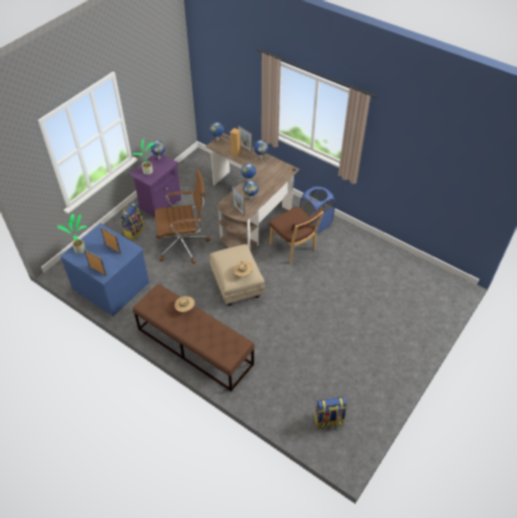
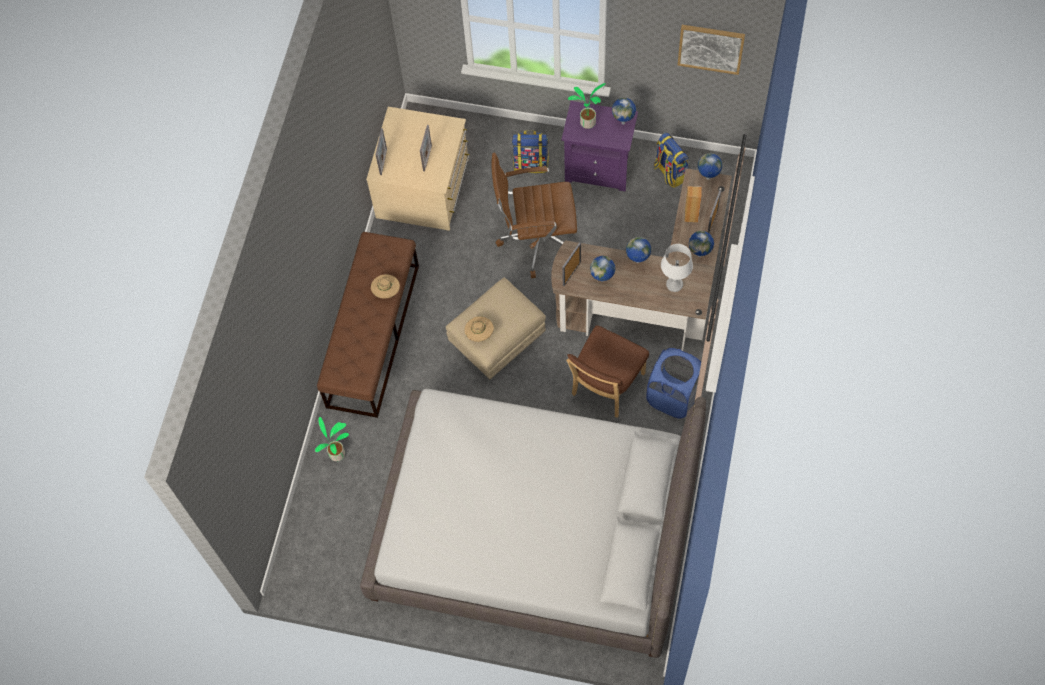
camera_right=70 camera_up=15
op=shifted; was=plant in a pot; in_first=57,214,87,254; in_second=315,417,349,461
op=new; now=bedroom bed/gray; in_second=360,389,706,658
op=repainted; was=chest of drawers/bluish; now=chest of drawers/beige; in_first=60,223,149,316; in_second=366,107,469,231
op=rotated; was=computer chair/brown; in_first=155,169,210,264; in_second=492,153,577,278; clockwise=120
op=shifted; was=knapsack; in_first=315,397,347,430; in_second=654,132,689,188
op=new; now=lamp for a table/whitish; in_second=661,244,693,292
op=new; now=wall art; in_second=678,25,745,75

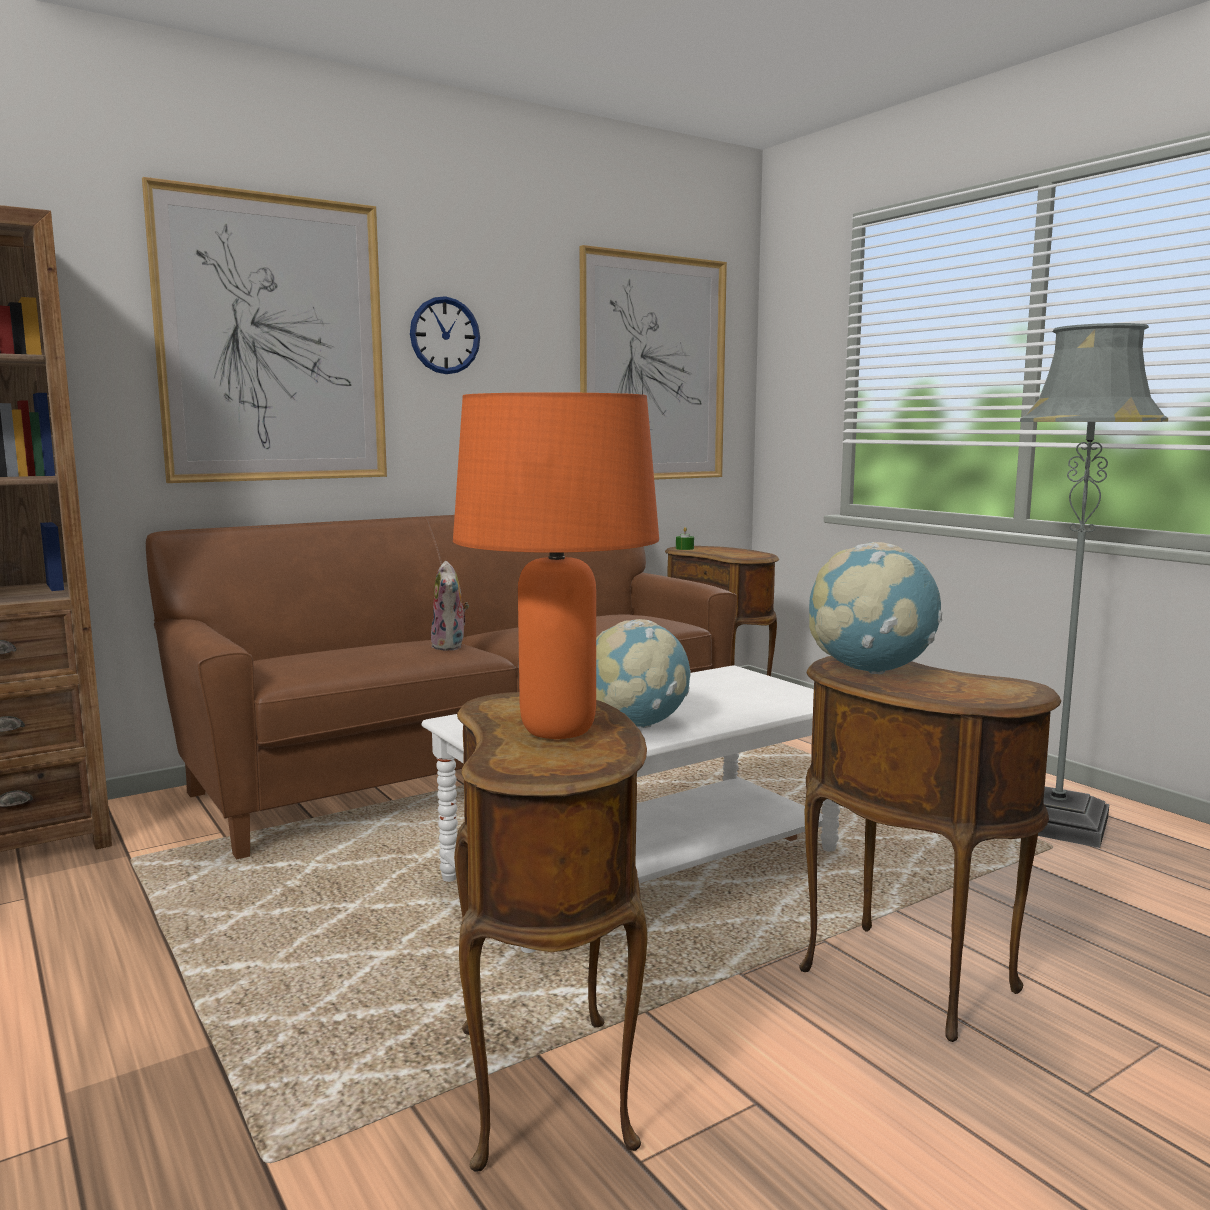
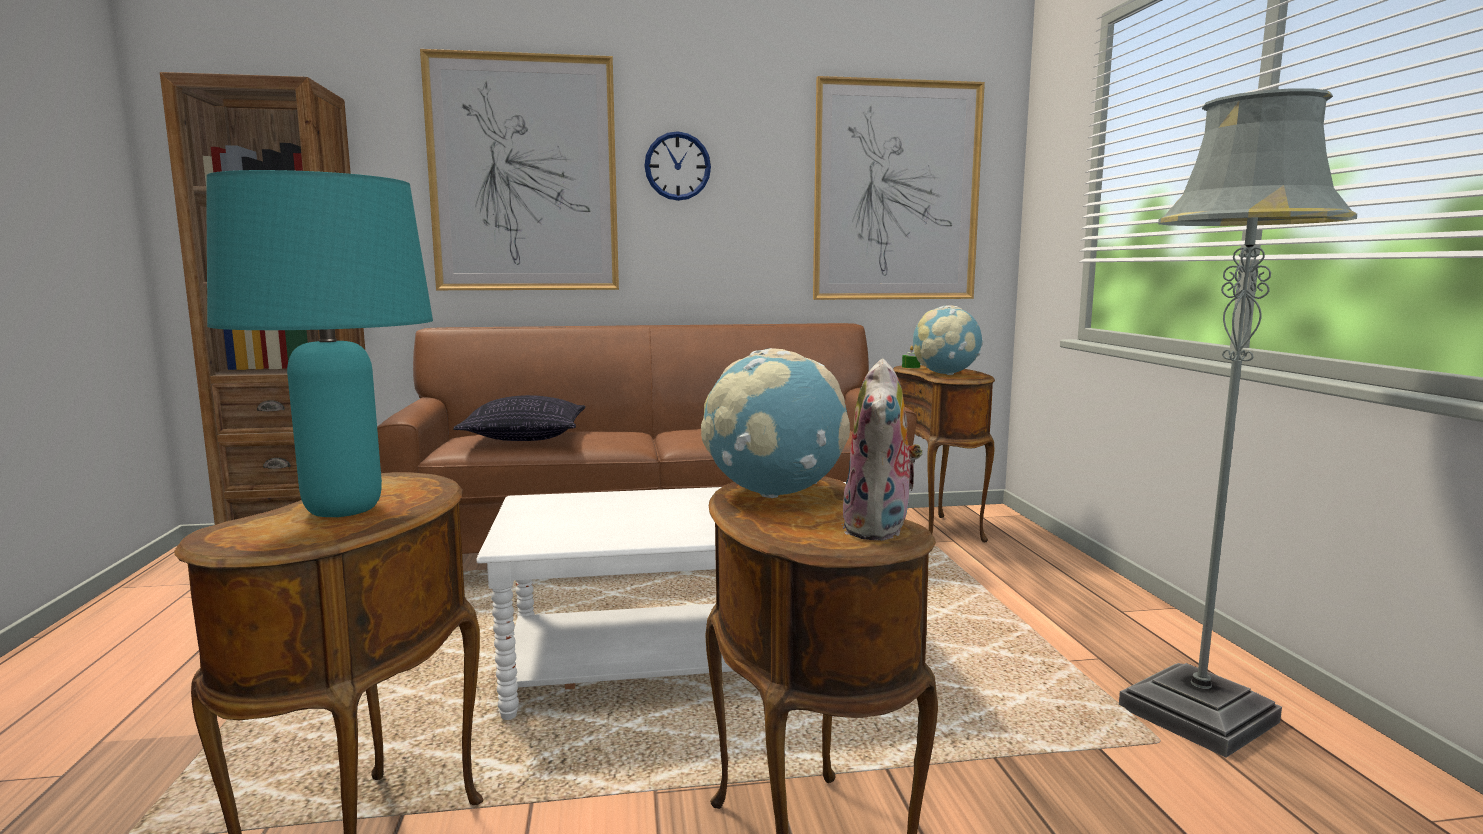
camera_right=25 camera_up=0
op=repainted; was=lamp for a table/orange; now=lamp for a table/turquoise; in_first=453,392,659,739; in_second=206,170,433,517
op=new; now=pillow; in_second=453,395,586,441
op=shifted; was=plush toy; in_first=431,561,469,651; in_second=842,359,923,541
op=shifted; was=desk globe; in_first=596,619,691,728; in_second=913,305,983,375

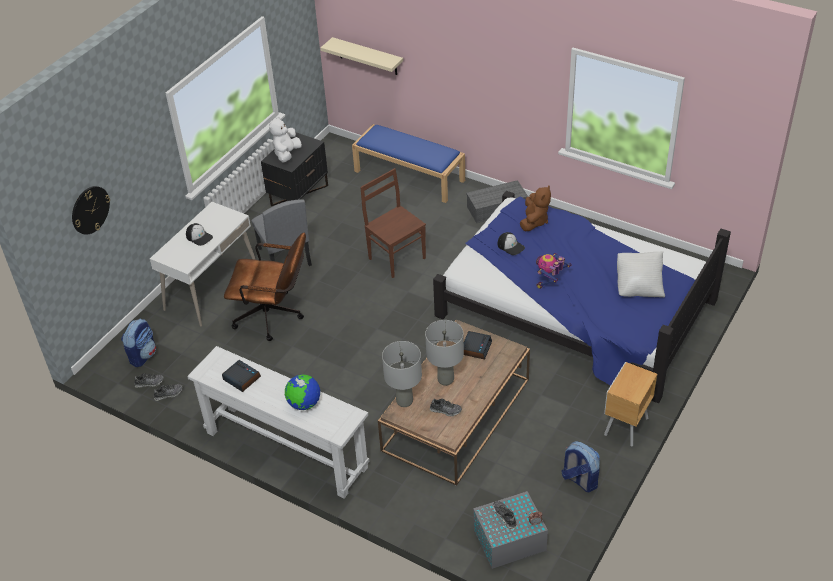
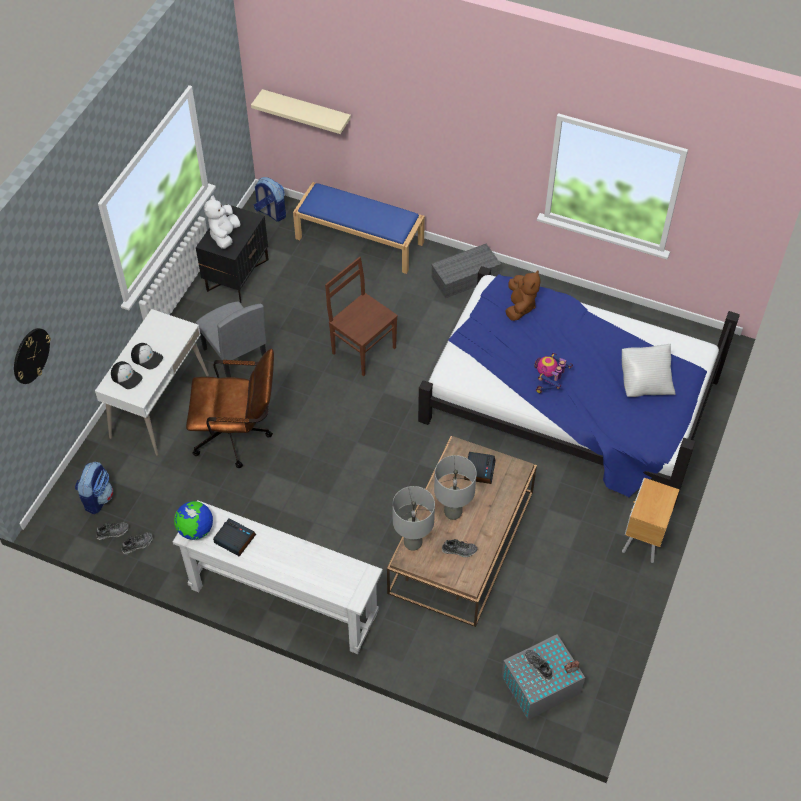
camera_right=-10 camera_up=10
op=shifted; was=cap; in_first=497,232,525,255; in_second=111,361,143,389
op=shifted; was=desk globe; in_first=285,375,320,410; in_second=174,501,213,540
op=shifted; was=knapsack; in_first=561,441,600,492; in_second=254,177,286,221

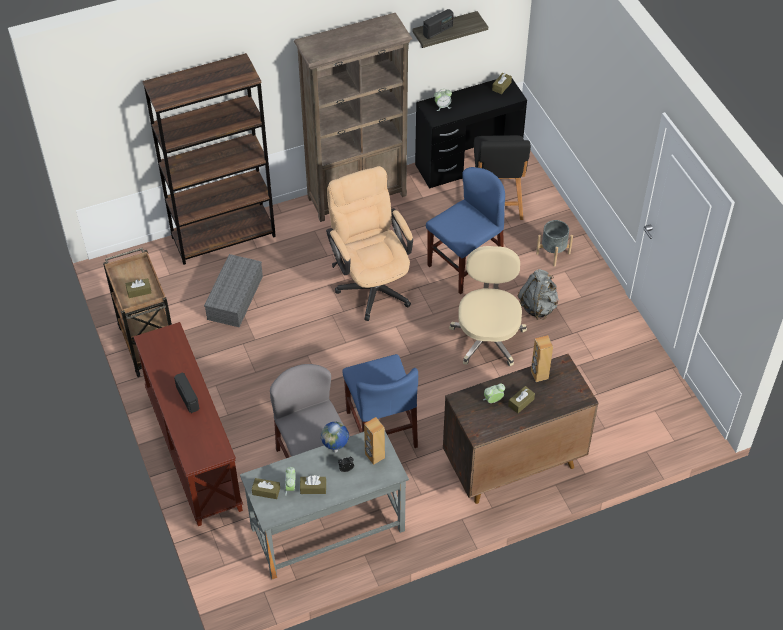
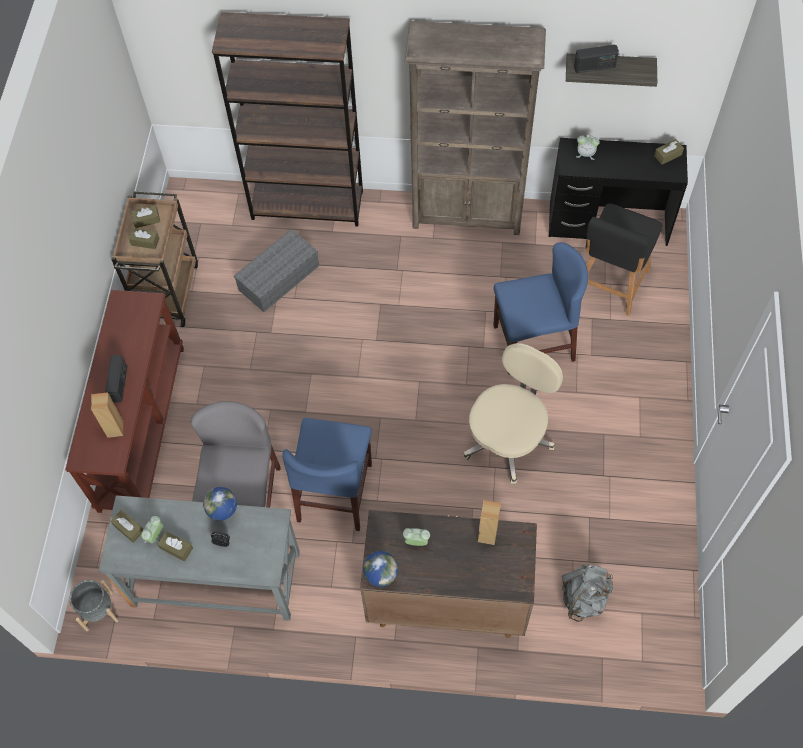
camera_right=30 camera_up=10
op=shifted; was=planter/gray; in_first=536,220,573,267; in_second=69,580,119,631
op=shifted; was=audio speaker/brown; in_first=364,417,385,465; in_second=91,392,123,438
op=shifted; was=box of tissues/brown; in_first=508,386,535,413; in_second=131,205,160,228
op=new; now=desk globe; in_second=363,551,398,587
op=shifted; was=knapsack/gray; in_first=518,269,559,320; in_second=562,565,613,622
op=gone; was=computer chair/beige; in_first=326,166,413,321

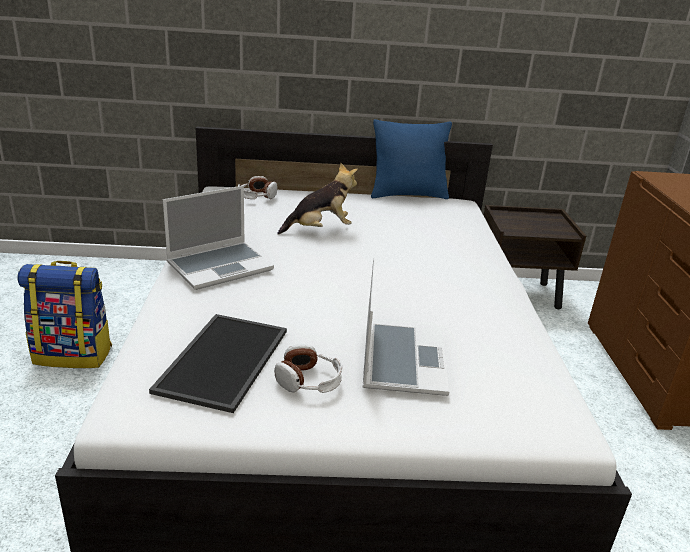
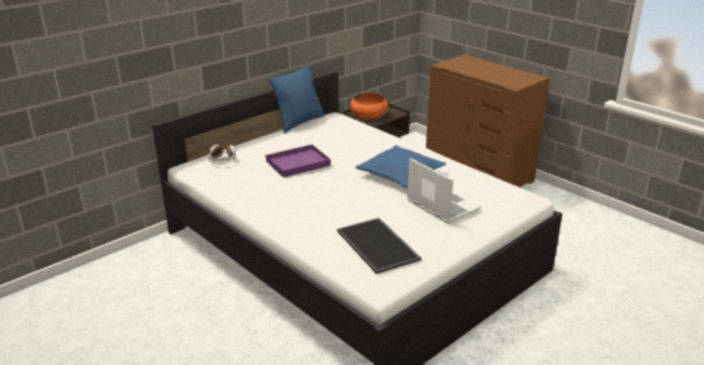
camera_right=-40 camera_up=0
op=swapped; was=plush toy; now=serving tray/purple; in_first=277,163,358,235; in_second=265,144,331,178
op=new; now=bowl/orange; in_second=350,93,388,119
op=new; now=pillow/bluish; in_second=355,145,446,188
op=gone; was=knapsack; in_first=17,261,112,368
op=gone; was=notebook computer; in_first=163,186,274,290
op=gone; was=headphones; in_first=274,344,342,393

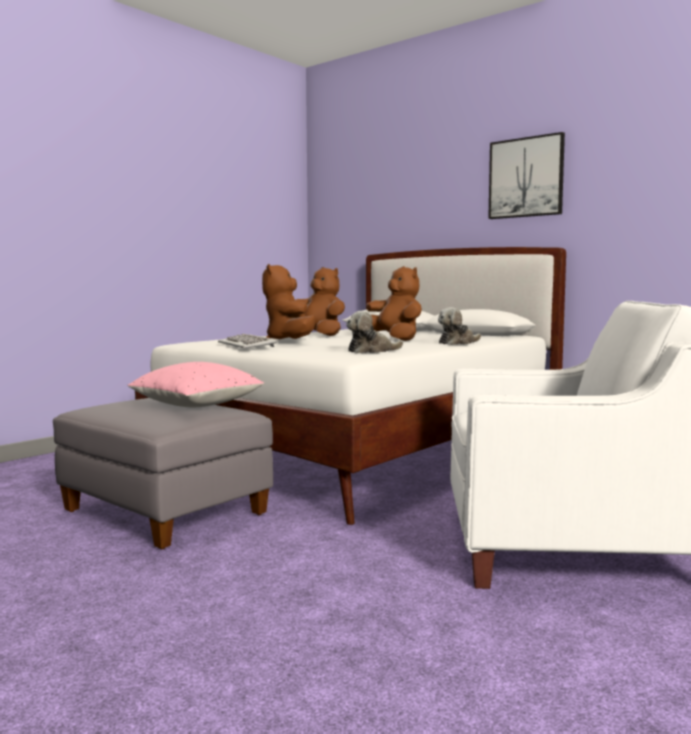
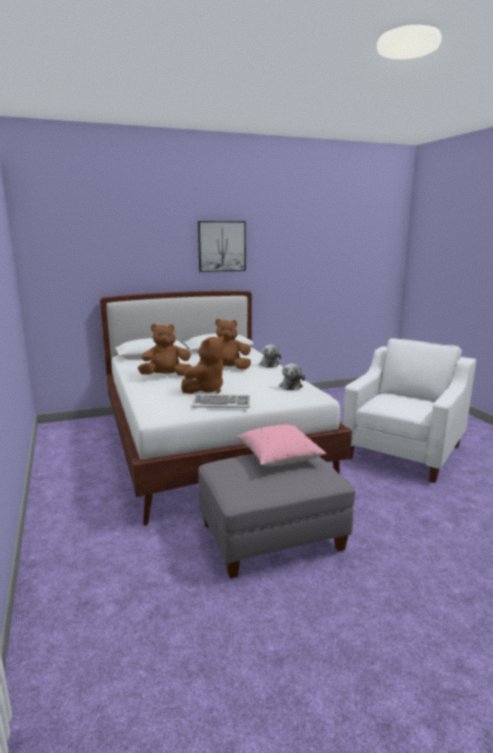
camera_right=-60 camera_up=10
op=rotated; was=plush toy/brown; in_first=262,263,316,339; in_second=181,336,224,394; clockwise=-75

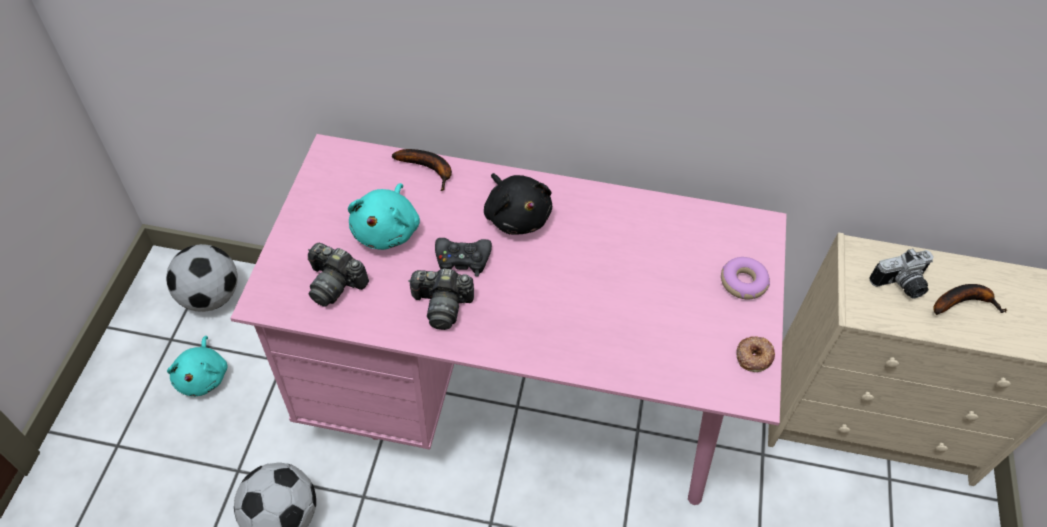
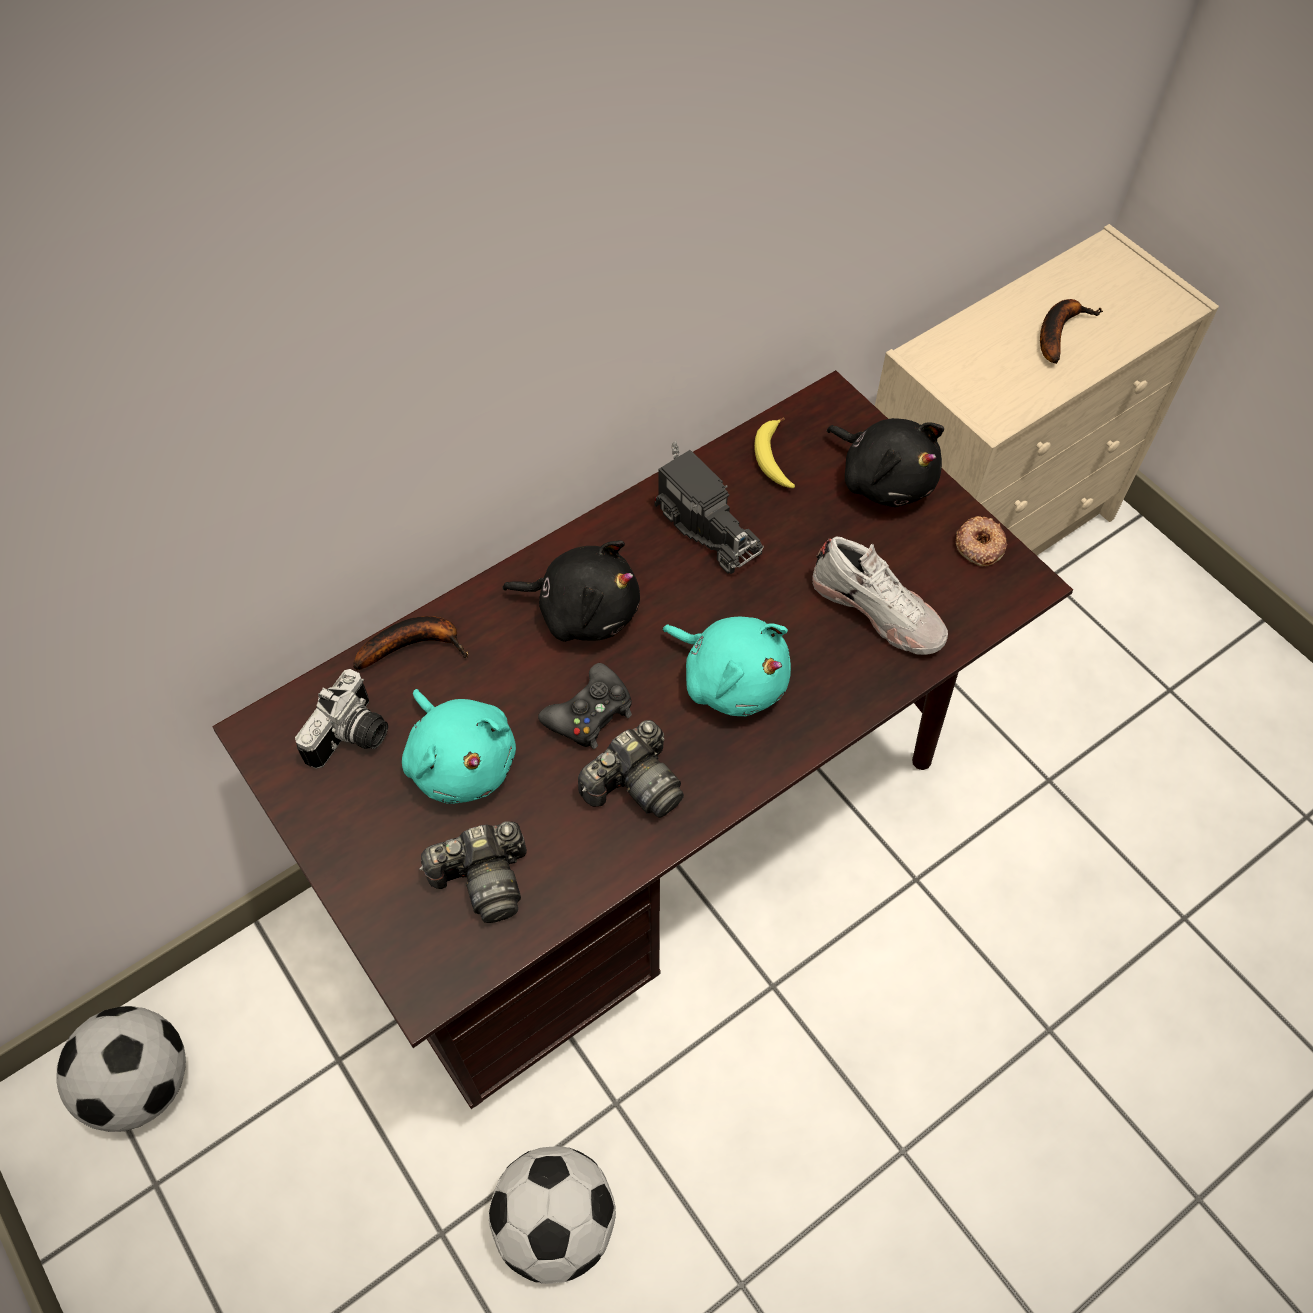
camera_right=-45 camera_up=5
op=repainted; was=desk table/pinkish; now=desk table/brown; in_first=230,134,787,505; in_second=212,370,1073,1109
op=shifted; was=photo camera; in_first=869,248,933,299; in_second=295,669,388,769
op=new; now=model truck; in_second=655,441,763,574
op=shifted; was=plush toy/turquoise; in_first=167,336,228,397; in_second=662,617,791,716
op=new; now=banana fruit; in_second=754,418,795,488
op=new; now=low shoe/whitish; in_second=812,536,948,655
op=swapped; was=ring doughnut; now=plush toy/black; in_first=721,257,770,300; in_second=827,418,944,507

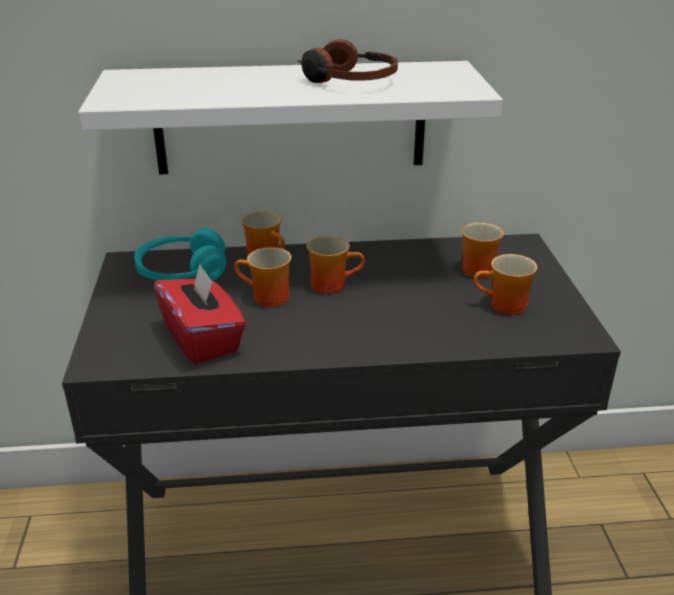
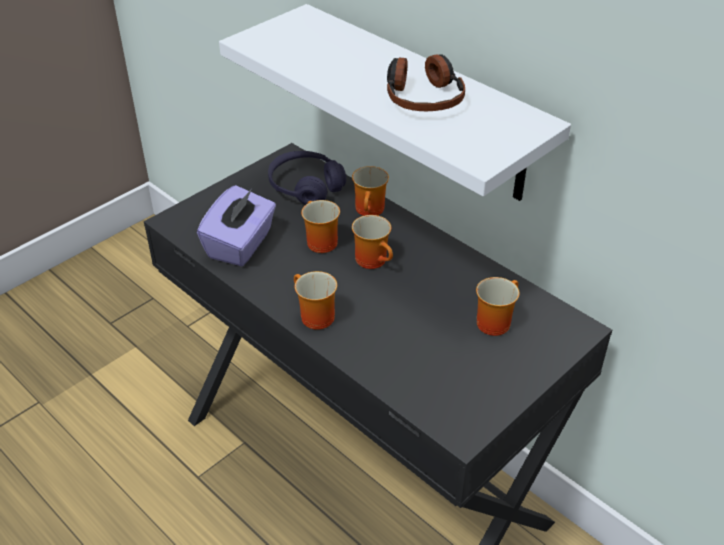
camera_right=50 camera_up=10
op=repainted; was=box of tissues/red; now=box of tissues/purple; in_first=154,264,246,365; in_second=197,185,276,266
op=repainted; was=headphones/turquoise; now=headphones/purple; in_first=134,228,226,281; in_second=268,151,346,205
op=shifted; was=tea mug; in_first=474,254,537,315; in_second=294,271,337,330

